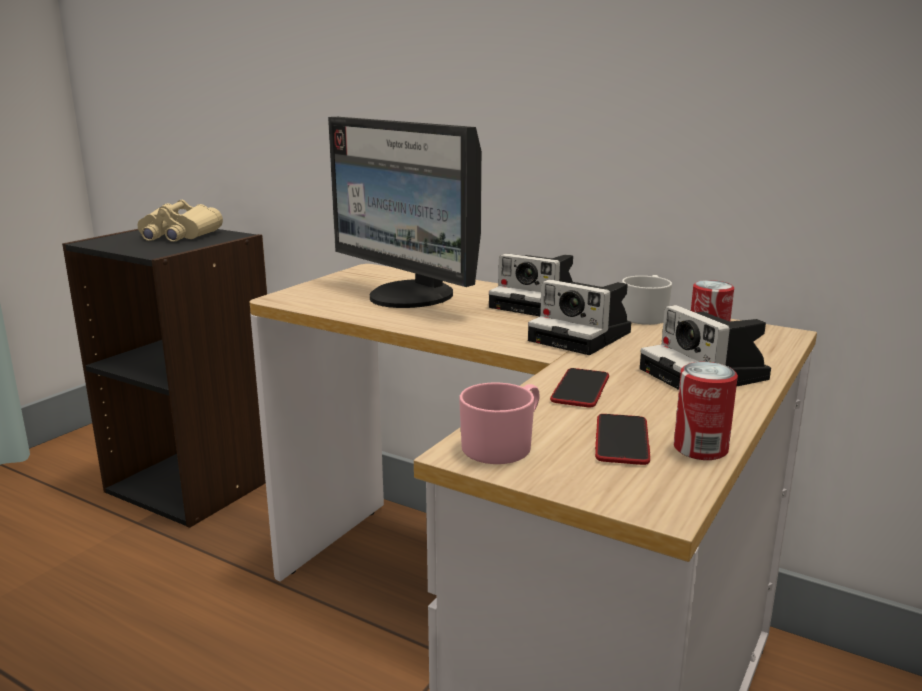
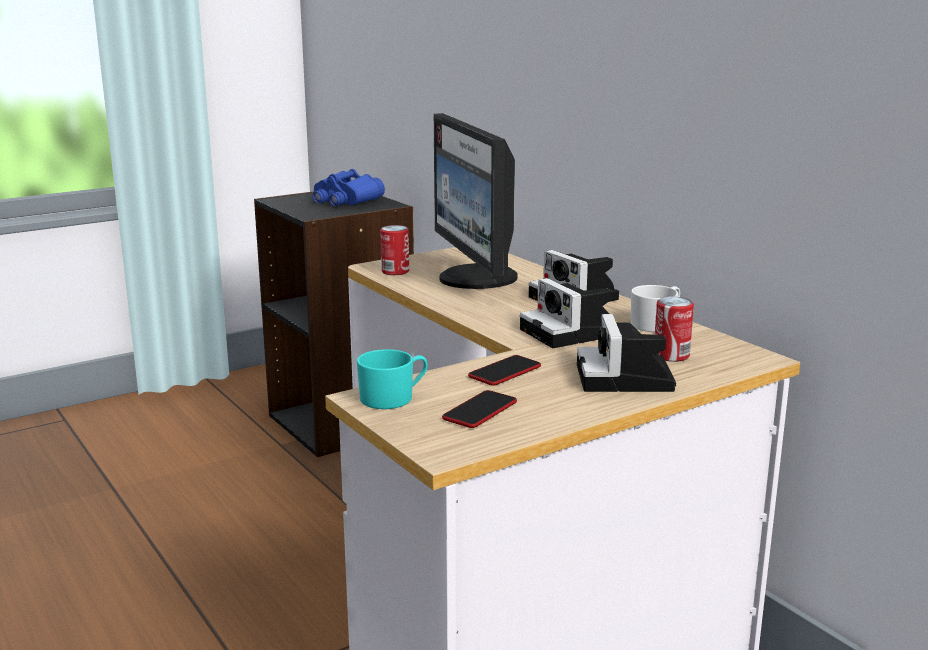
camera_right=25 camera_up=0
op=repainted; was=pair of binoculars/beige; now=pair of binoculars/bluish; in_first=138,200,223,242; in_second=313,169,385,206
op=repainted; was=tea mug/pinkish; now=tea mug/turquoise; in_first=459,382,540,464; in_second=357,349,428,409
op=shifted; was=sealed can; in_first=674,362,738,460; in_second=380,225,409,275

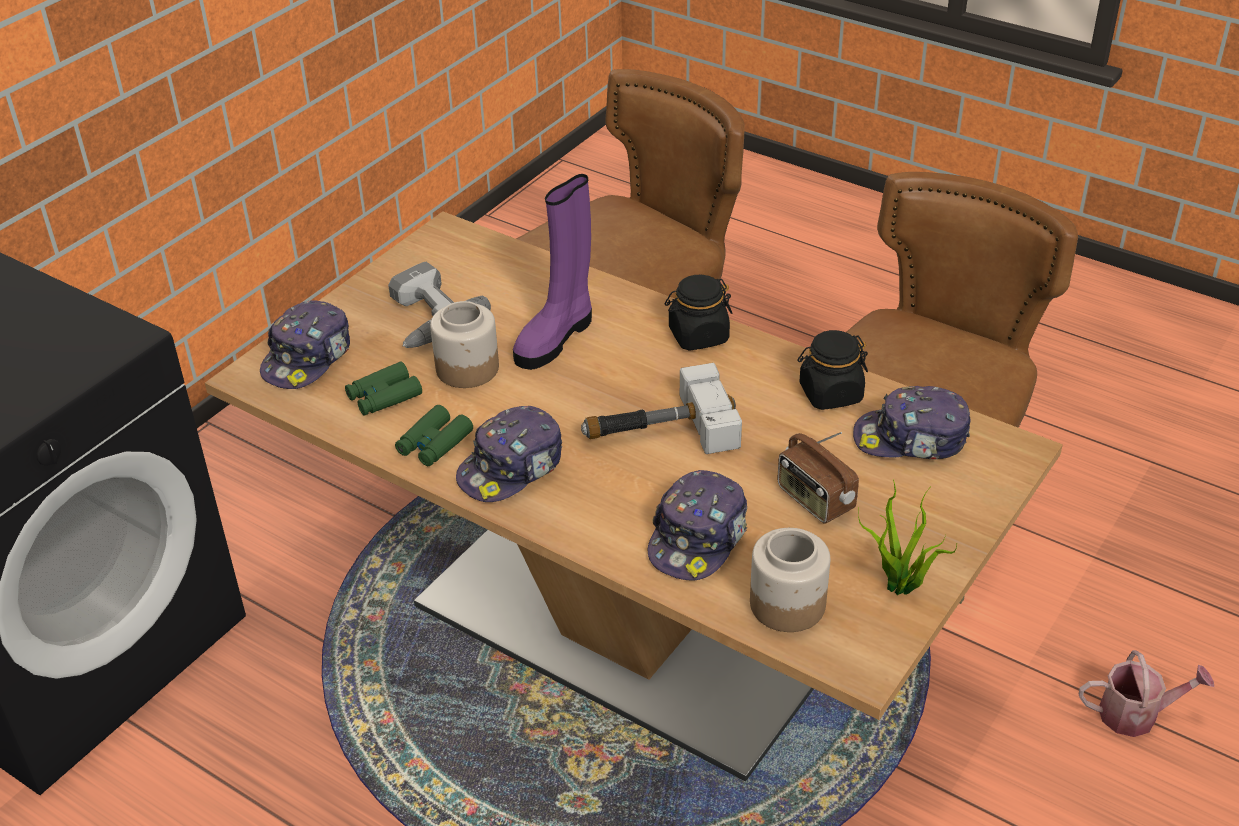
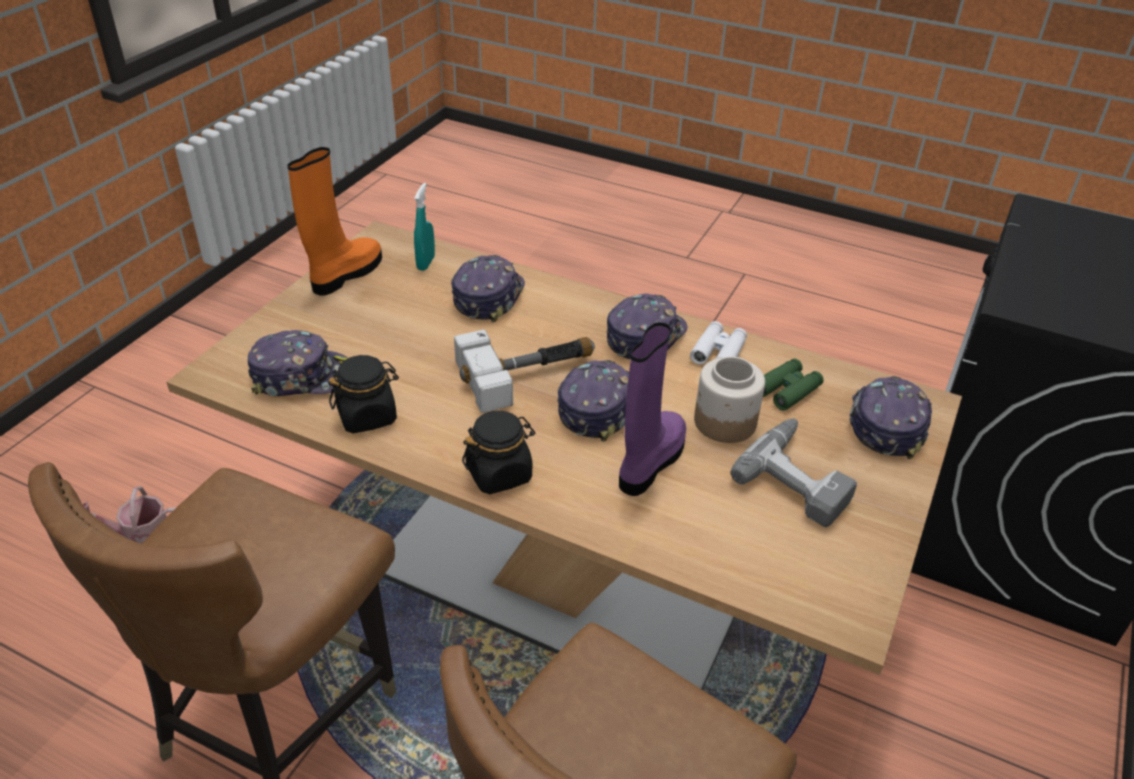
camera_right=170 camera_up=0
op=swapped; was=plant in a pot; now=boot/orange; in_first=858,479,957,595; in_second=287,147,382,296
op=swapped; was=preserve jar; now=spray bottle/turquoise; in_first=750,528,830,632; in_second=414,183,435,271
op=new; now=cap; in_second=557,360,629,442
op=repainted; was=pair of binoculars/greenish; now=pair of binoculars/whitish; in_first=395,405,473,466; in_second=690,321,747,365
op=gone; was=radio receiver; in_first=778,432,859,524

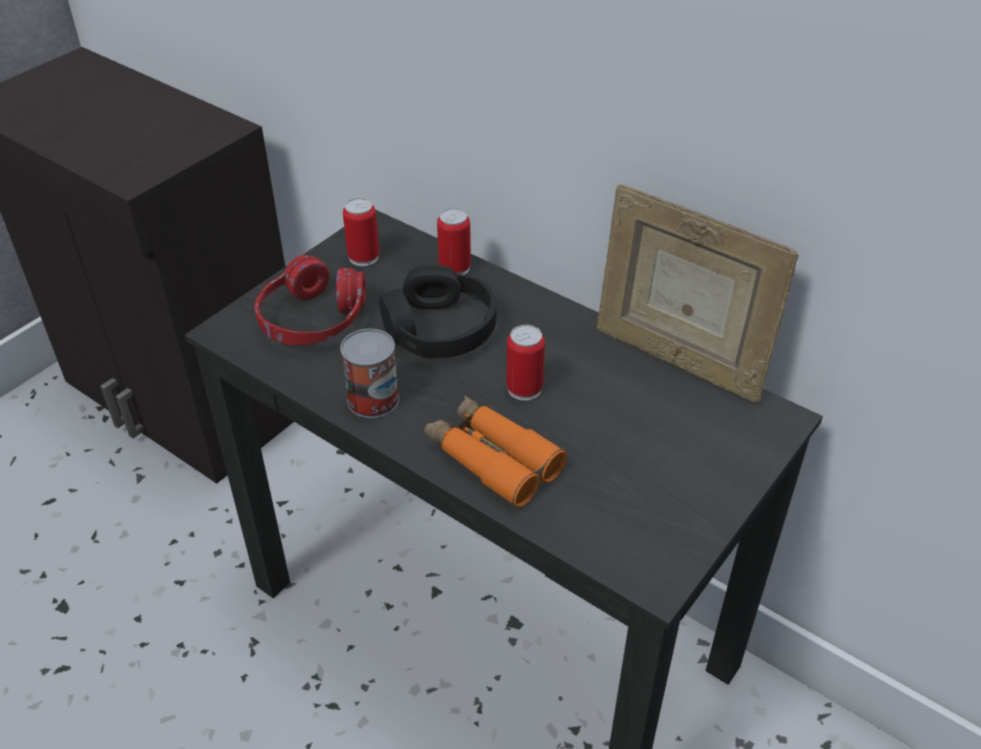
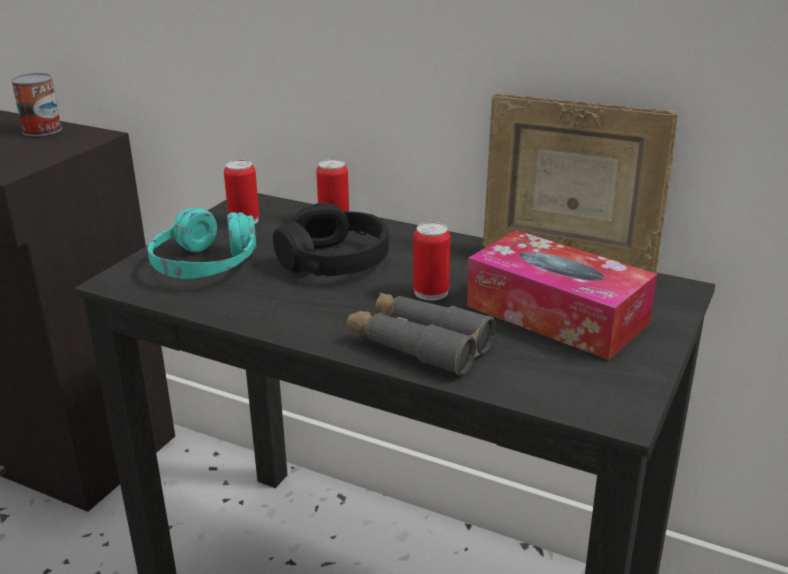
camera_right=-10 camera_up=-15
op=shifted; was=sealed can; in_first=340,329,399,418; in_second=11,73,62,136
op=repainted; was=headphones/red; now=headphones/turquoise; in_first=254,255,366,345; in_second=148,208,256,279
op=repainted; was=pair of binoculars/orange; now=pair of binoculars/gray; in_first=424,396,567,507; in_second=346,293,496,375
op=new; now=box of tissues; in_second=467,230,657,360

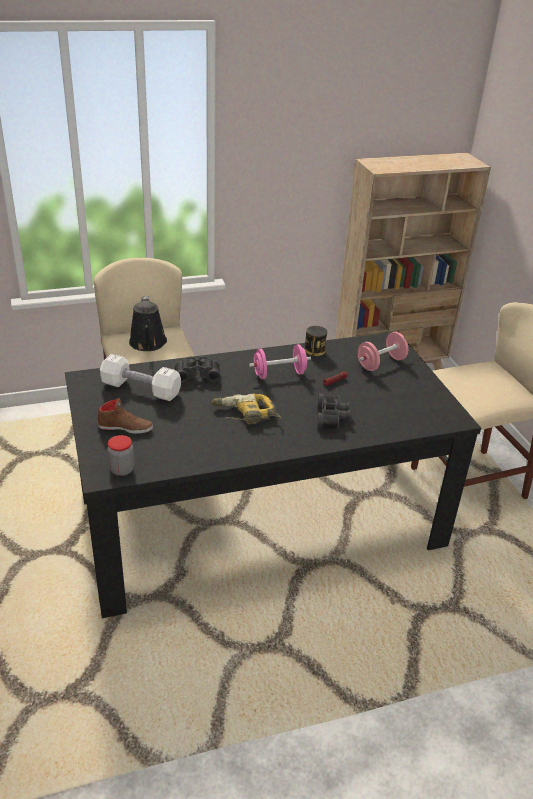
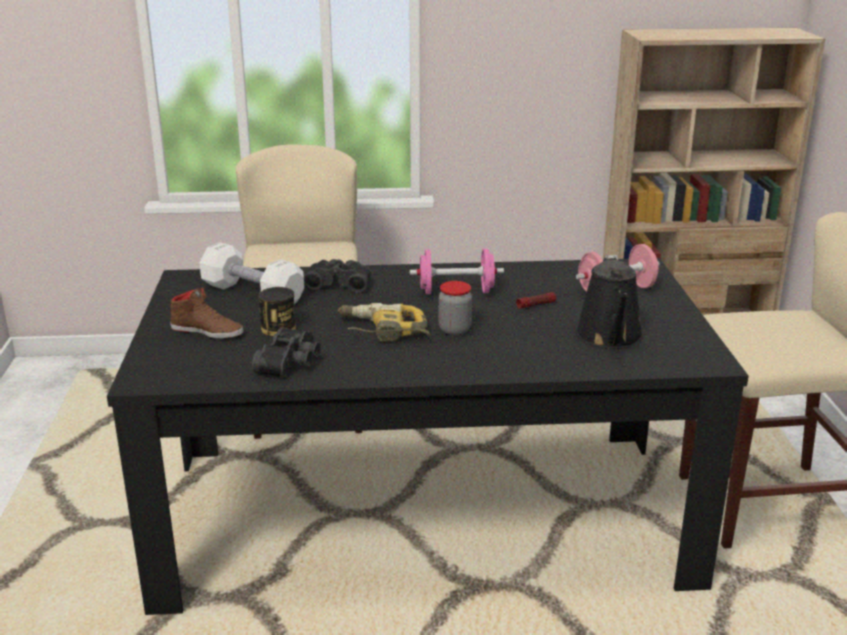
camera_right=15 camera_up=-10
op=shifted; was=pair of binoculars/black; in_first=317,393,350,429; in_second=252,327,321,378
op=shifted; was=sealed can; in_first=305,326,327,356; in_second=259,287,296,337
op=shifted; was=preserve jar; in_first=108,435,134,476; in_second=439,281,472,335
op=shifted; was=watering can/black; in_first=129,296,167,351; in_second=576,255,643,349

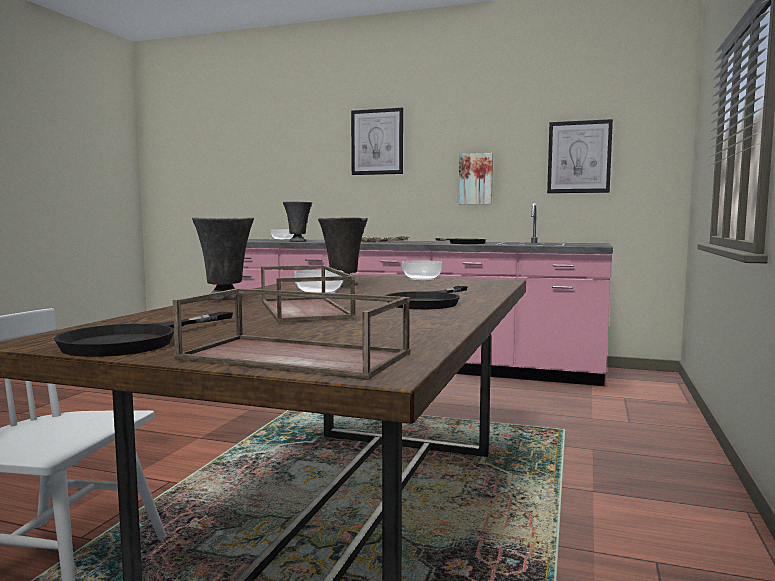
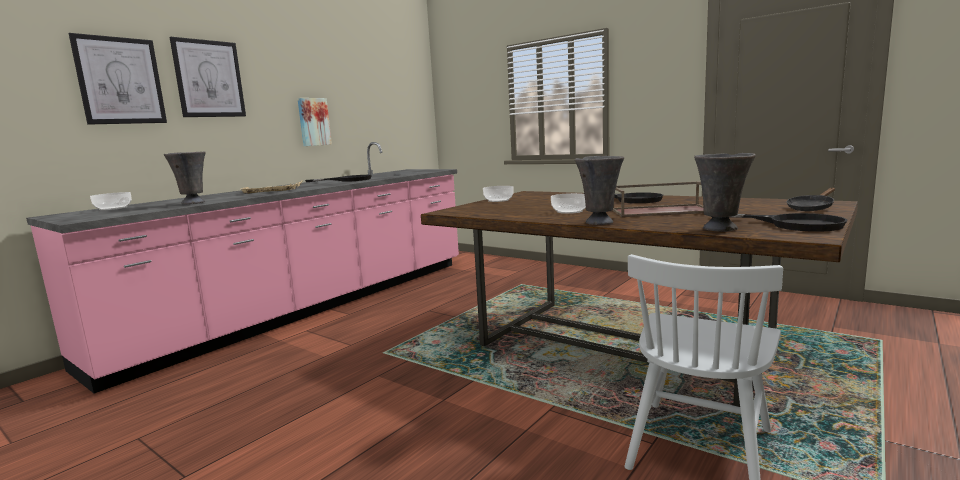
camera_right=-70 camera_up=5
op=shifted; was=wall art; in_first=547,119,613,193; in_second=69,33,167,125
op=shifted; was=decorative vase/gray; in_first=318,217,368,287; in_second=694,153,756,232
op=swapped; was=serving tray/brown; now=frying pan/black; in_first=173,288,410,380; in_second=786,188,835,211

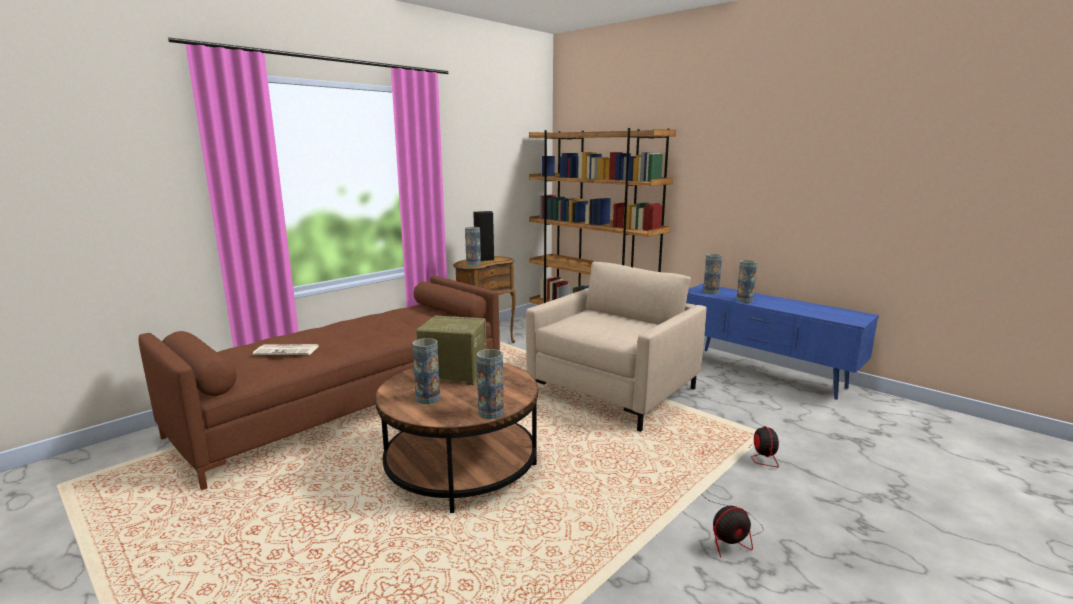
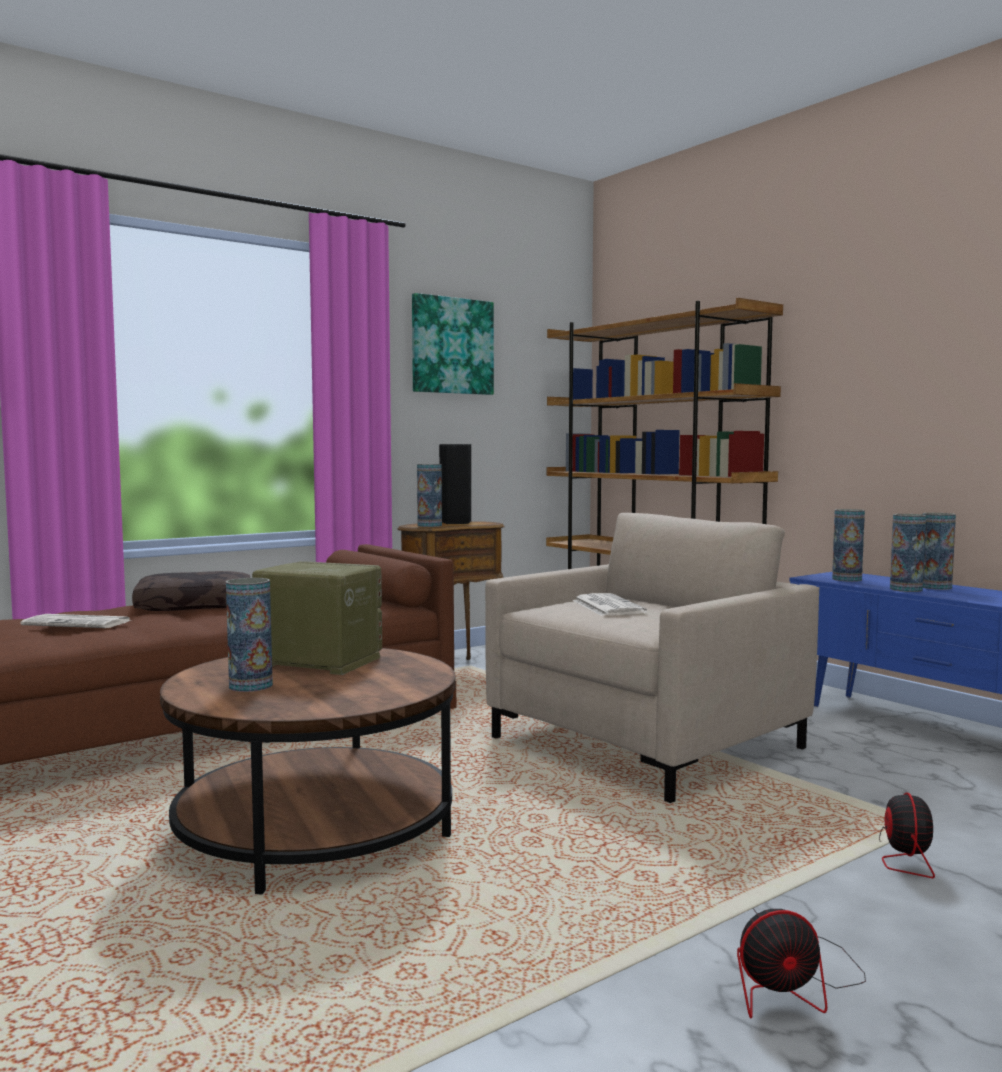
camera_right=10 camera_up=-10
op=new; now=pillow/brown; in_second=132,571,250,611
op=new; now=wall art; in_second=412,293,494,395
op=new; now=newspaper; in_second=572,593,647,616
op=shifted; was=decorative vase; in_first=477,349,504,419; in_second=923,513,956,590

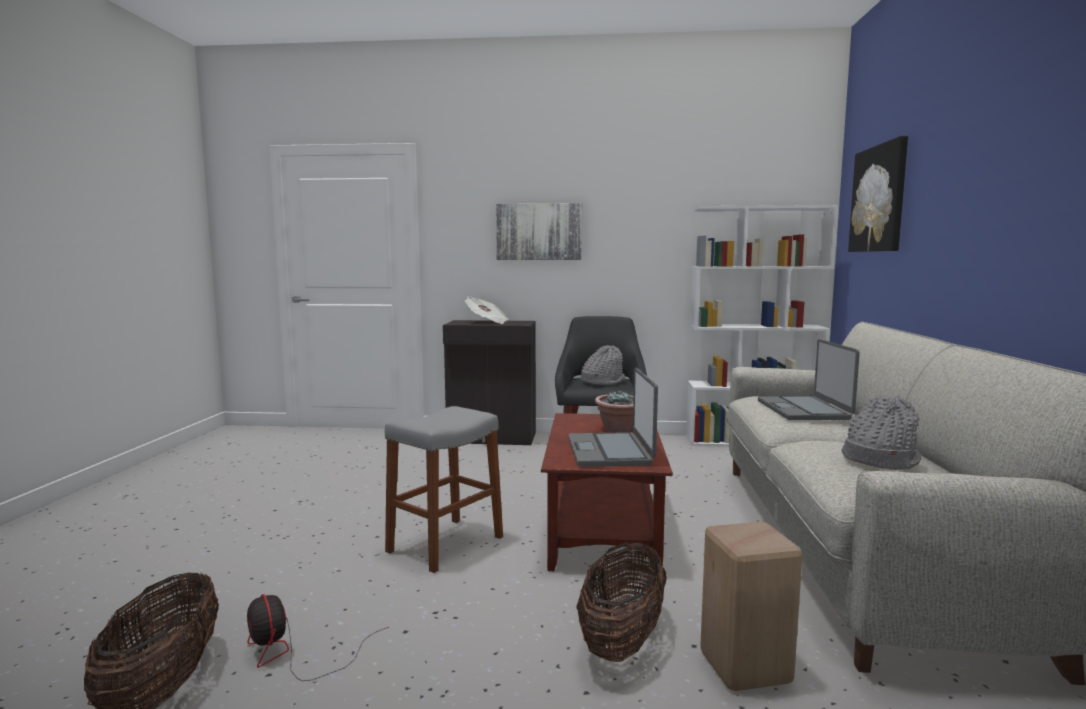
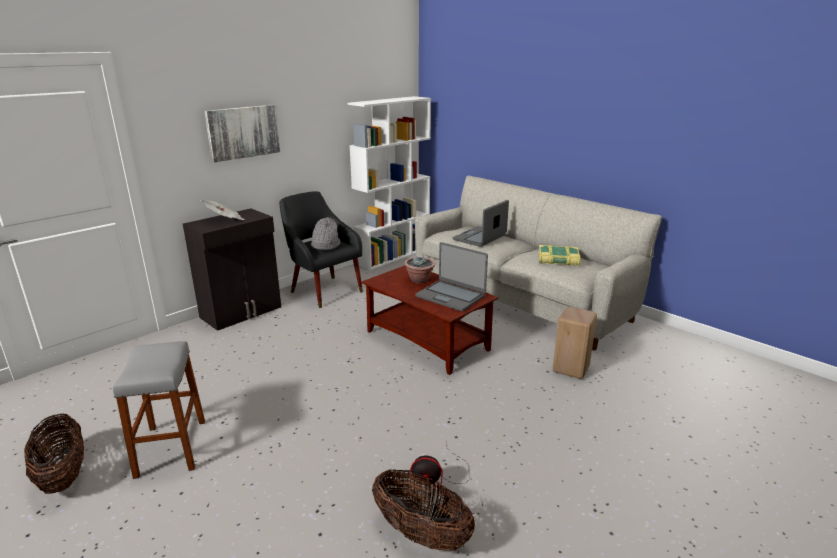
camera_right=-50 camera_up=15
op=shifted; was=basket; in_first=576,542,667,662; in_second=24,413,84,494
op=shifted; was=stool/gray; in_first=385,406,503,573; in_second=113,341,205,479
op=rotated; was=notebook computer; in_first=758,339,860,420; in_second=453,200,509,247; clockwise=90
op=swapped; was=hat/gray; now=book; in_first=842,395,921,470; in_second=538,245,581,266
op=gone; was=wall art; in_first=848,136,908,252

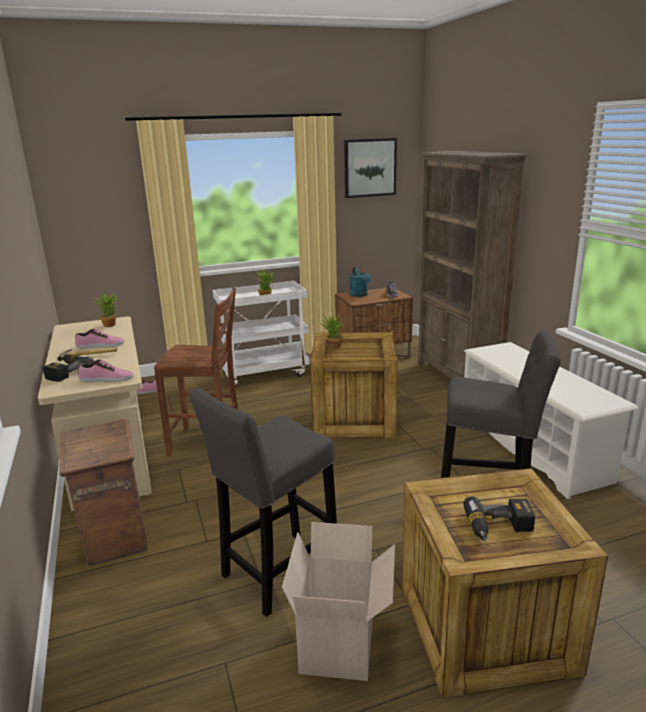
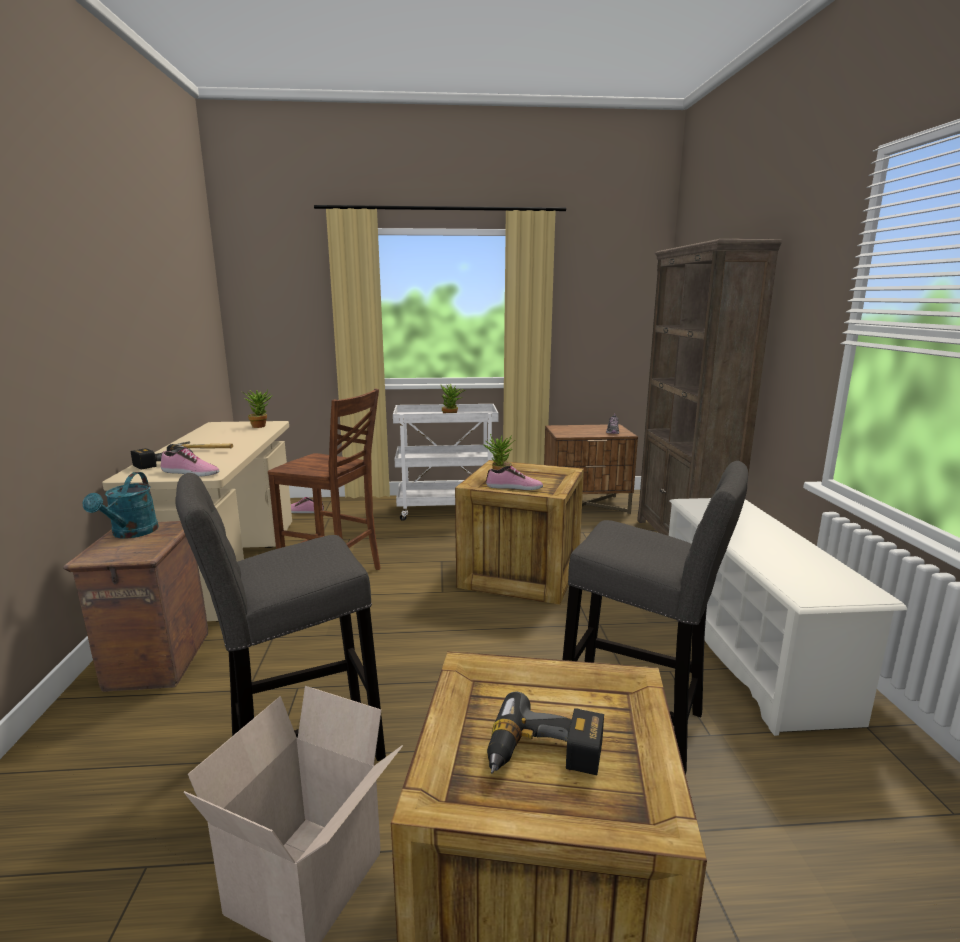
camera_right=15 camera_up=-5
op=shifted; was=watering can/turquoise; in_first=350,267,371,297; in_second=82,472,159,539
op=shifted; was=low shoe; in_first=75,329,124,349; in_second=486,466,543,490
op=gone; was=wall art; in_first=344,138,397,198

